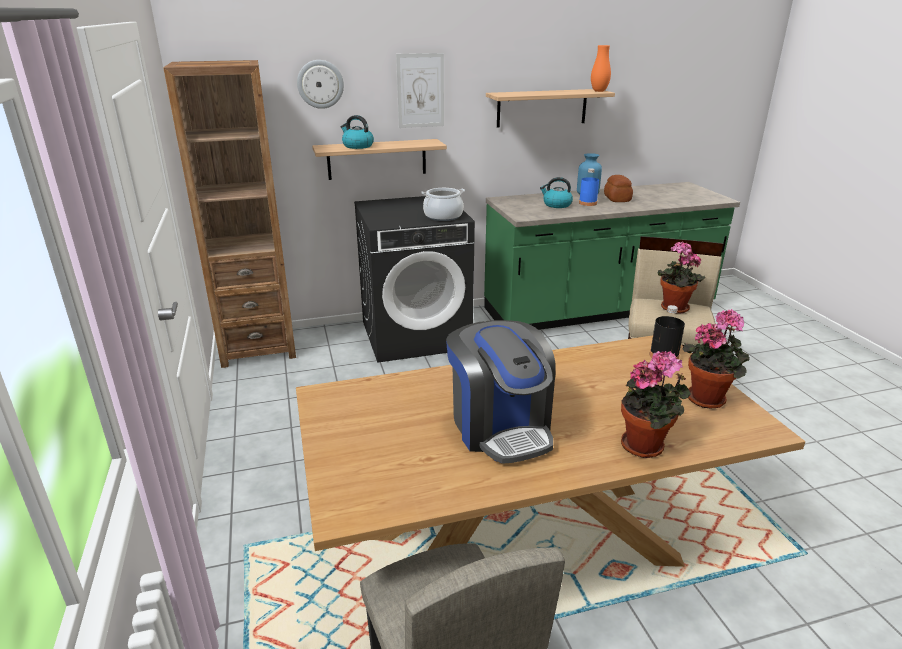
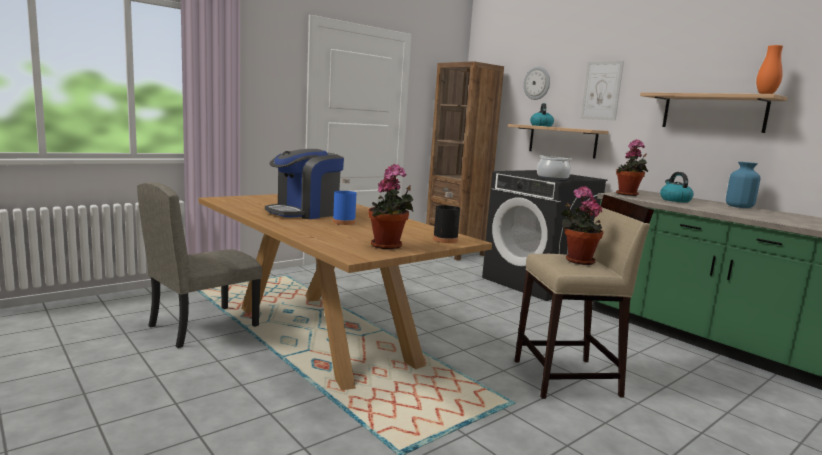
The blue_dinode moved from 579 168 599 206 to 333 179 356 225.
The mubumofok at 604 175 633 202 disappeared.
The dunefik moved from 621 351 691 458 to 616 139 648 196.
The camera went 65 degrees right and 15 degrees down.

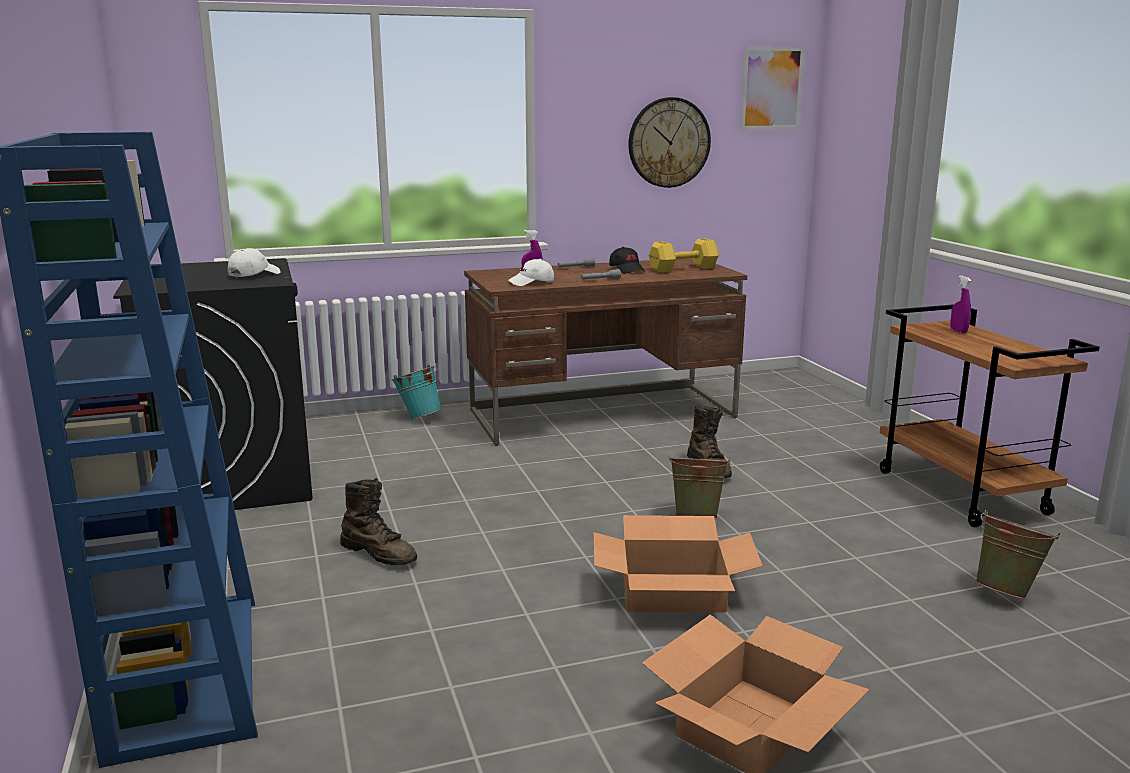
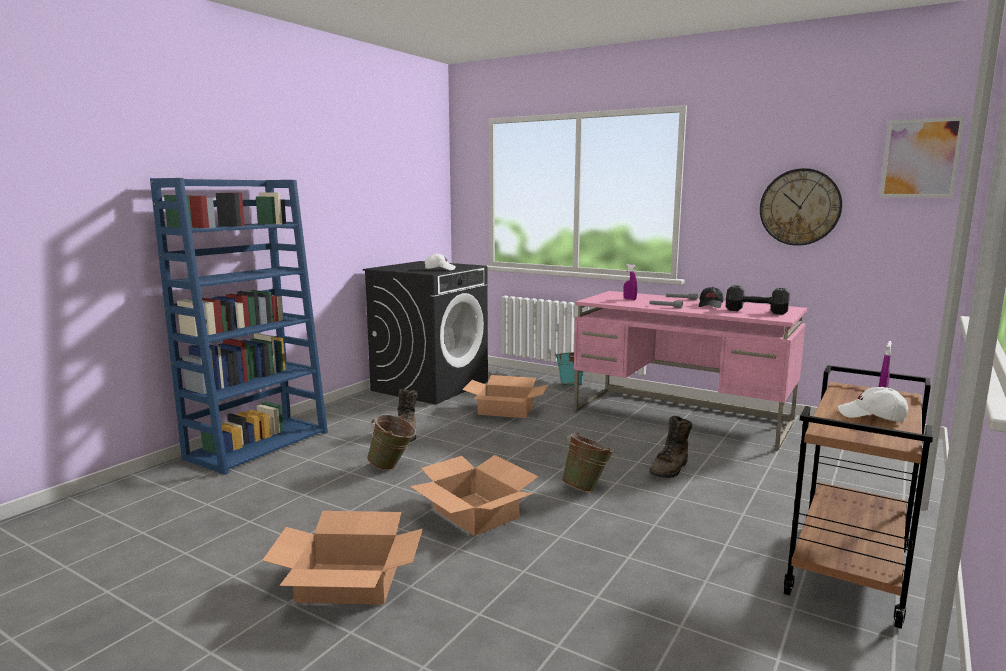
The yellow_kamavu at 649 238 719 273 became the black_kamavu at 726 285 790 315.
The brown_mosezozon at 464 258 747 446 became the pink_mosezozon at 574 291 807 451.
The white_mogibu moved from 508 259 554 286 to 838 387 908 421.
The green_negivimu moved from 975 510 1060 599 to 367 414 416 470.
The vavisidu at 462 375 549 418 appeared.
The camera went 50 degrees right and 5 degrees down.

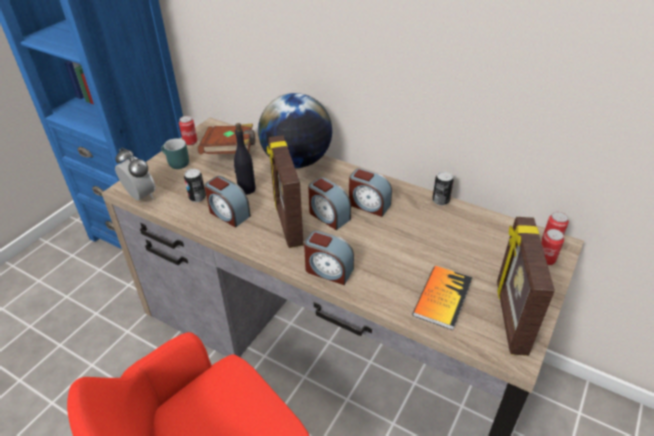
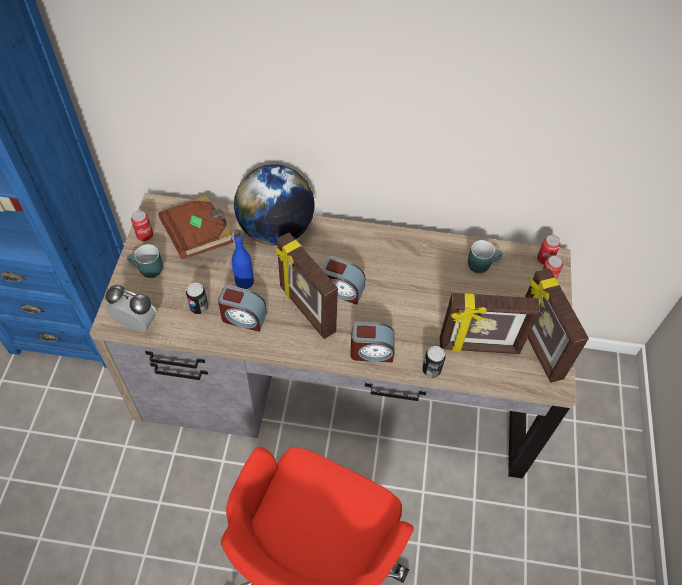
The black_dinode at 234 123 256 195 became the blue_dinode at 232 230 254 289.
The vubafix at 349 168 392 217 disappeared.
The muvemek moved from 432 171 454 206 to 422 346 446 378.
The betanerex at 412 266 472 330 was replaced by the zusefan at 440 293 540 354.
The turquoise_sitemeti at 468 240 503 273 appeared.
The camera went 25 degrees left and 15 degrees up.

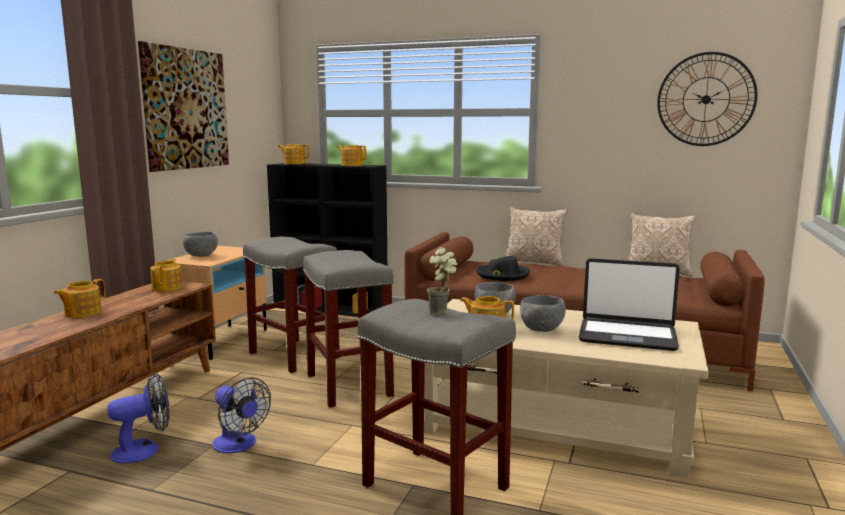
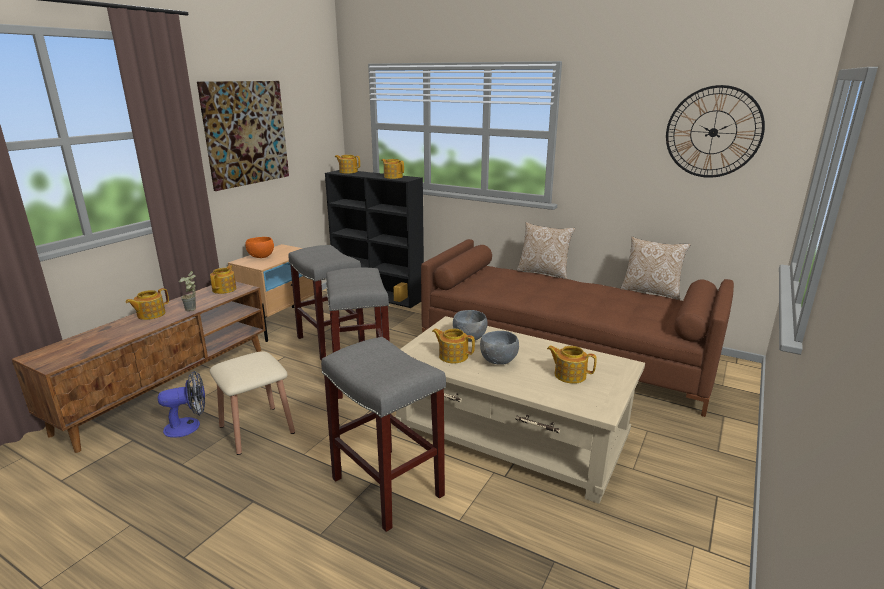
The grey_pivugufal at 183 232 218 257 became the orange_pivugufal at 245 237 274 258.
The dunefik moved from 427 247 458 315 to 179 271 196 311.
The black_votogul at 476 256 530 281 disappeared.
The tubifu at 578 258 680 351 was replaced by the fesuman at 547 346 597 384.
The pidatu at 213 377 271 453 was replaced by the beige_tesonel at 210 351 295 455.
The camera went 10 degrees right and 10 degrees up.

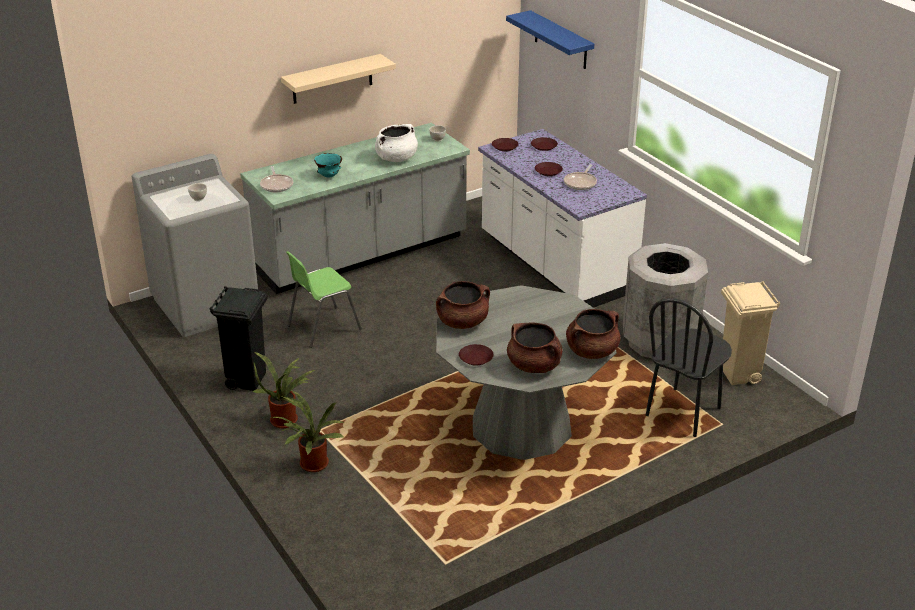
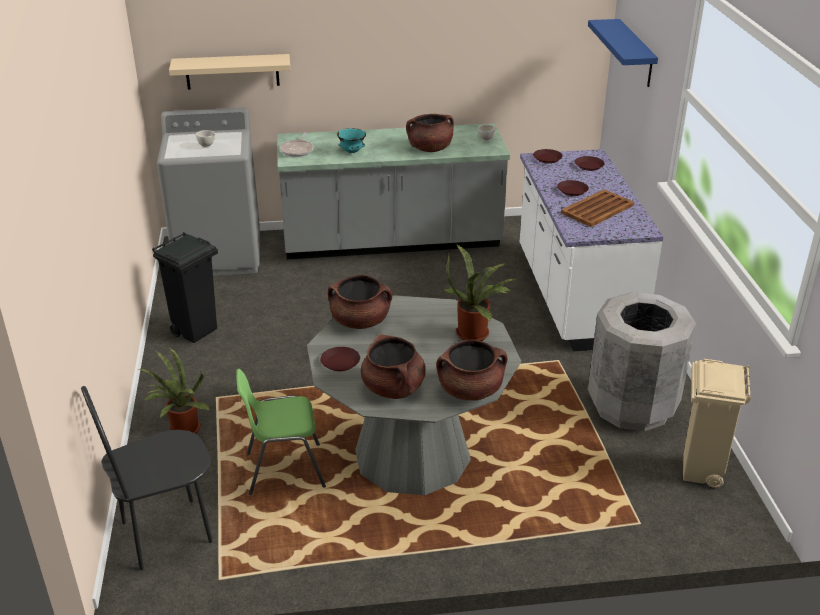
The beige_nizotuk moved from 281 54 396 104 to 169 54 290 90.
The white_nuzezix at 375 124 418 162 became the brown_nuzezix at 406 114 454 152.
The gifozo at 564 164 597 190 was replaced by the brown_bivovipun at 561 189 634 227.
The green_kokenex moved from 286 251 362 348 to 236 369 326 495.
The black_kokenex moved from 646 298 732 437 to 81 386 213 570.
The dunefik moved from 252 352 315 428 to 444 244 516 341.
The camera went 25 degrees right and 0 degrees up.

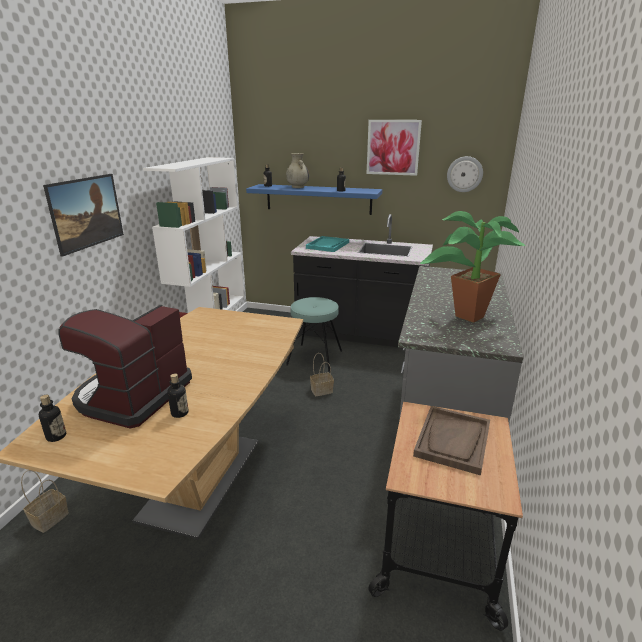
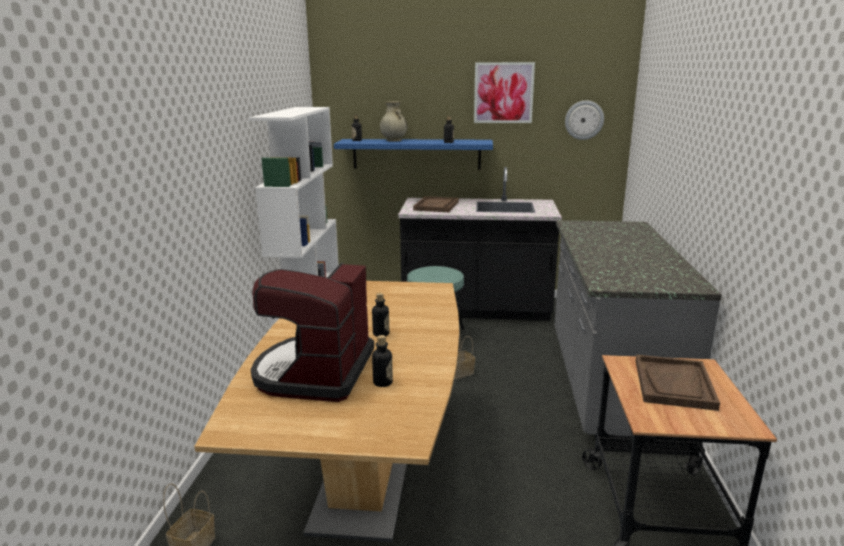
The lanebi at 43 174 124 257 disappeared.
The dunefik at 420 211 525 323 disappeared.
The turquoise_bivovipun at 306 236 349 252 became the brown_bivovipun at 413 196 459 212.
The dinode moved from 39 395 66 442 to 372 293 389 337.
The camera went 10 degrees left and 5 degrees down.

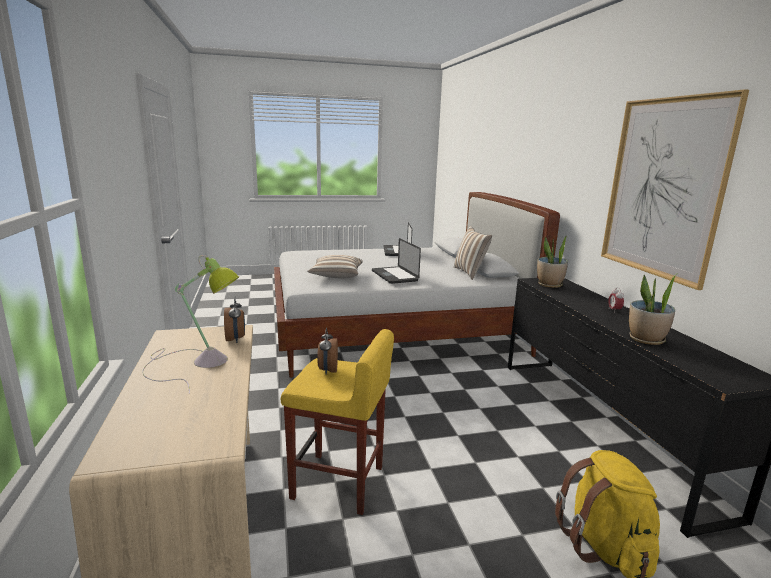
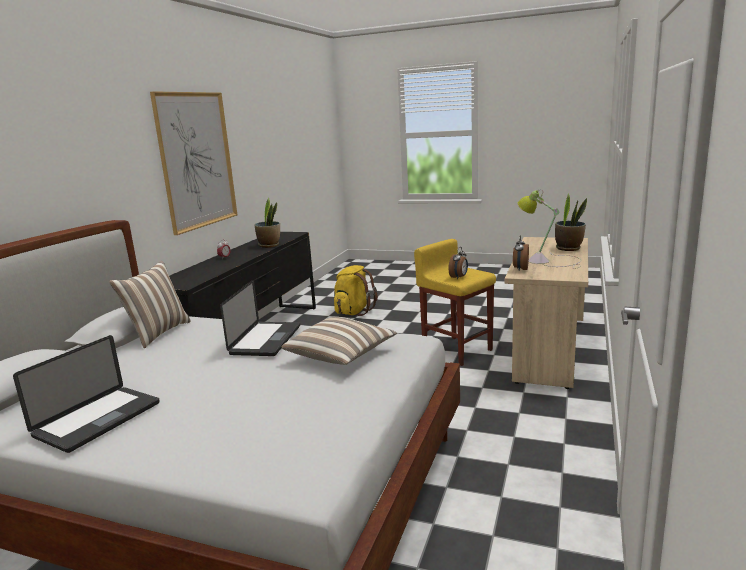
The dunefik moved from 537 234 568 288 to 555 193 587 251.
The camera went 145 degrees left and 0 degrees up.

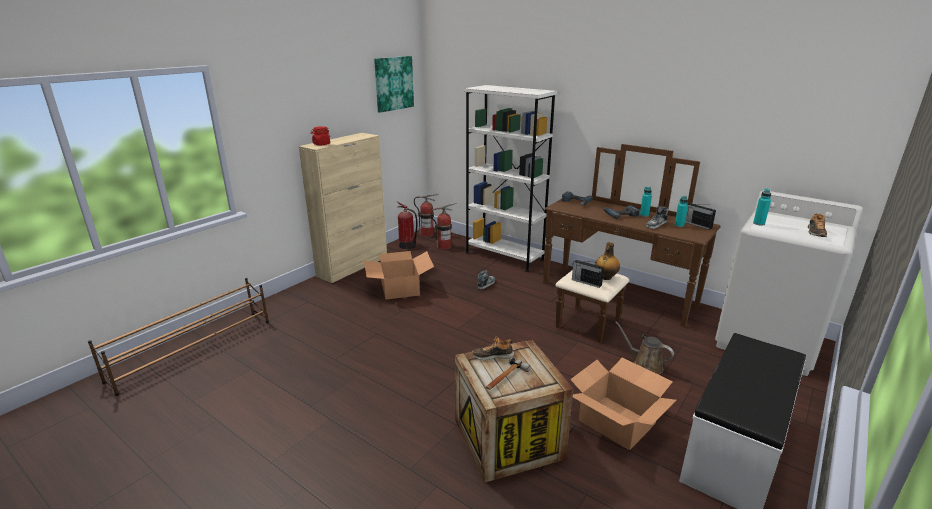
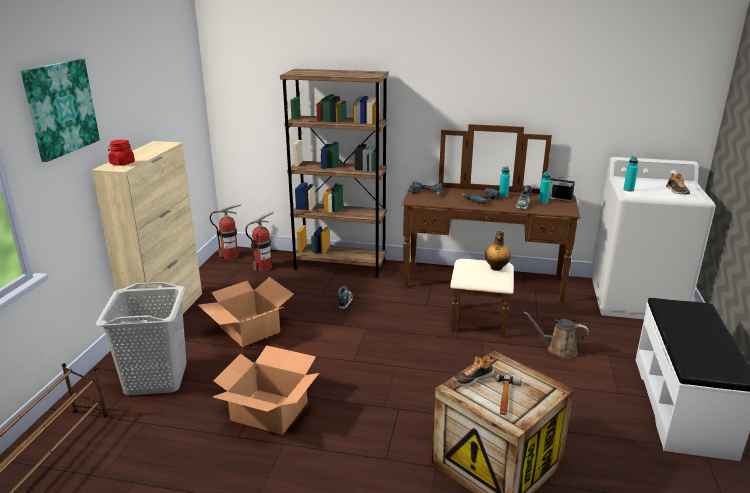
The lanebi moved from 374 56 414 113 to 21 59 100 162.
The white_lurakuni at 464 85 558 272 became the brown_lurakuni at 280 69 389 278.
The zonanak at 397 201 417 249 disappeared.
The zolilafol at 572 260 604 288 disappeared.
The vavisidu moved from 570 358 676 450 to 213 345 319 435.
The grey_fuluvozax at 96 282 187 395 appeared.
The camera went 25 degrees left and 0 degrees up.

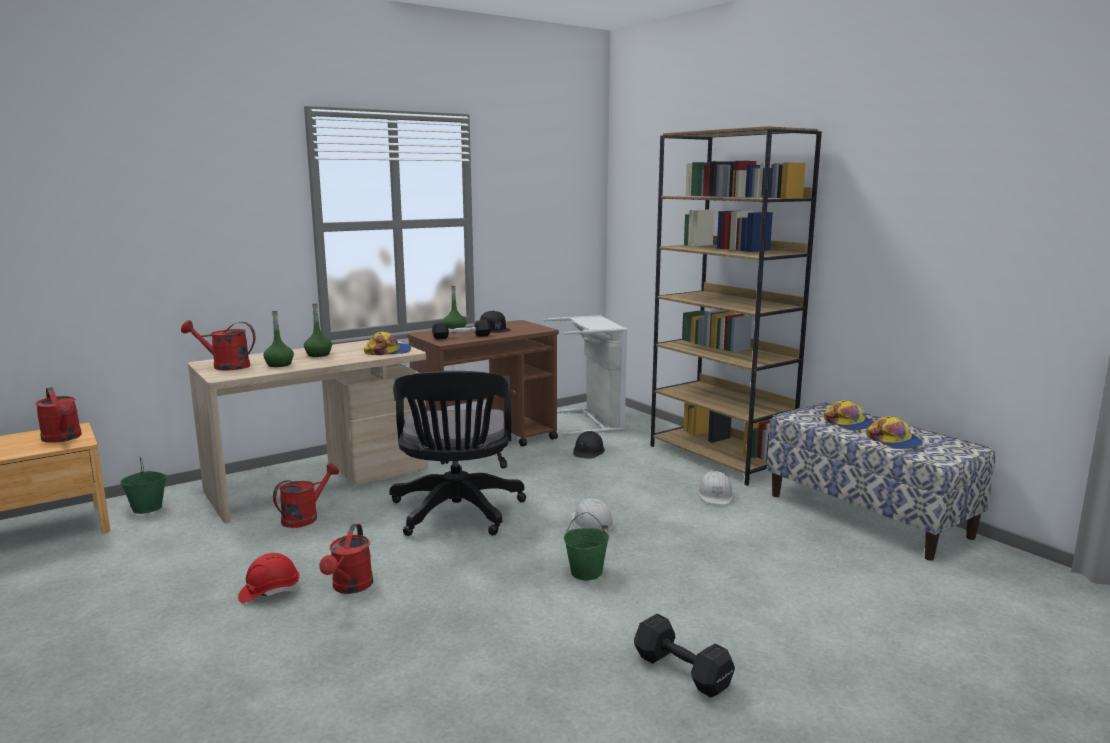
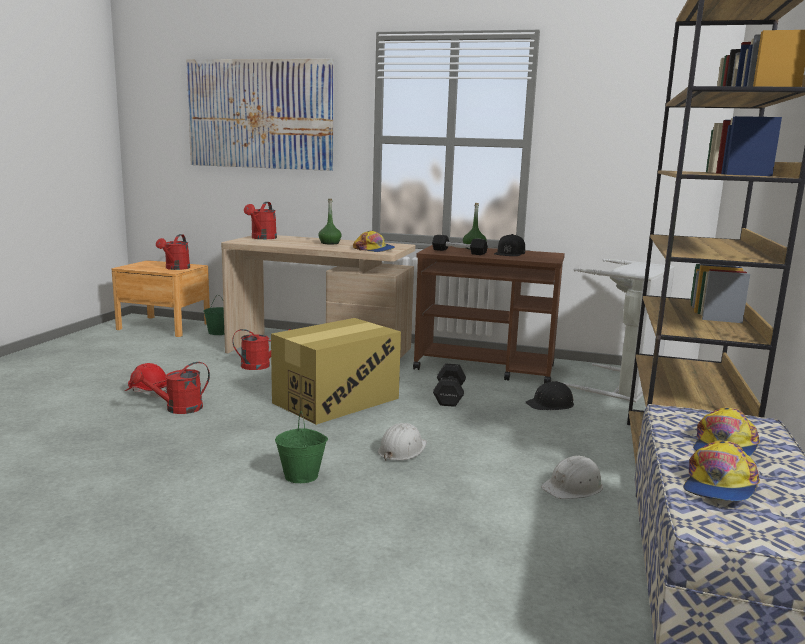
The green_dinode at 263 311 294 367 disappeared.
The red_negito at 181 320 256 371 turned 135 degrees counterclockwise.
The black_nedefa at 389 371 526 536 was replaced by the vavisidu at 271 318 401 425.
The black_kamavu moved from 634 614 735 698 to 433 363 466 407.
The lanebi at 186 59 334 171 appeared.
The camera went 50 degrees right and 0 degrees up.

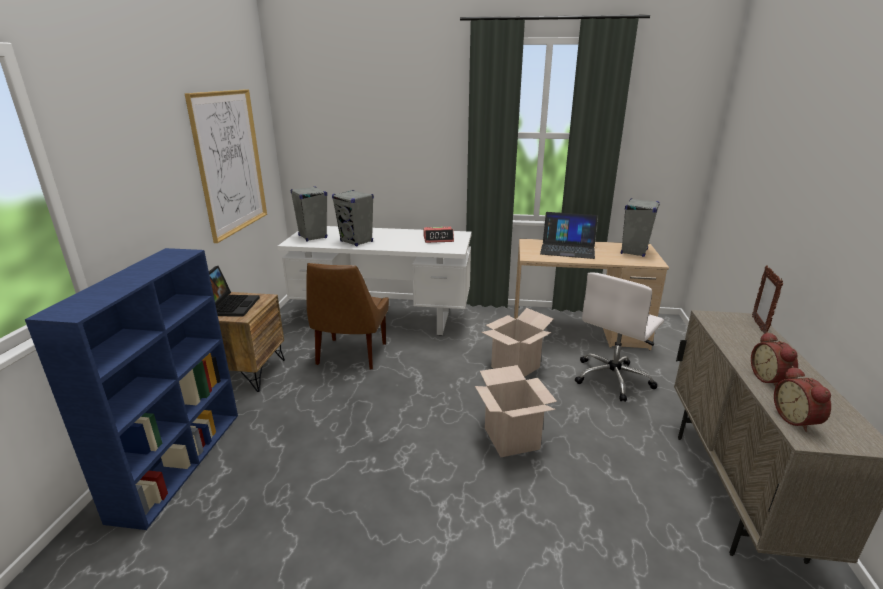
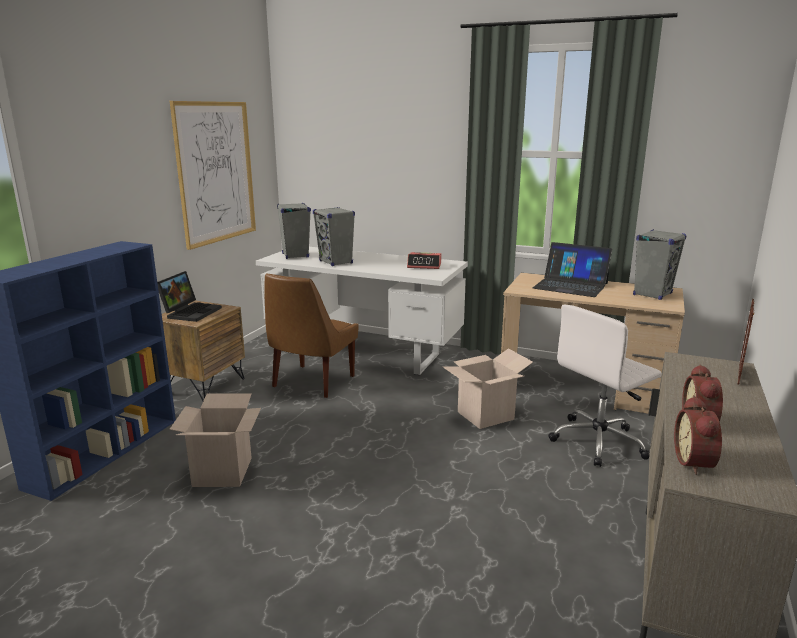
The vavisidu moved from 475 365 557 457 to 169 393 261 487.
The camera went 15 degrees right and 5 degrees down.

